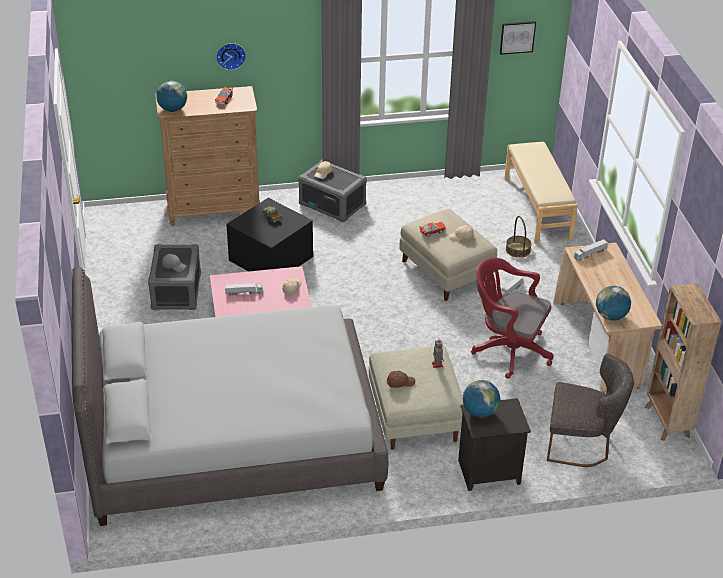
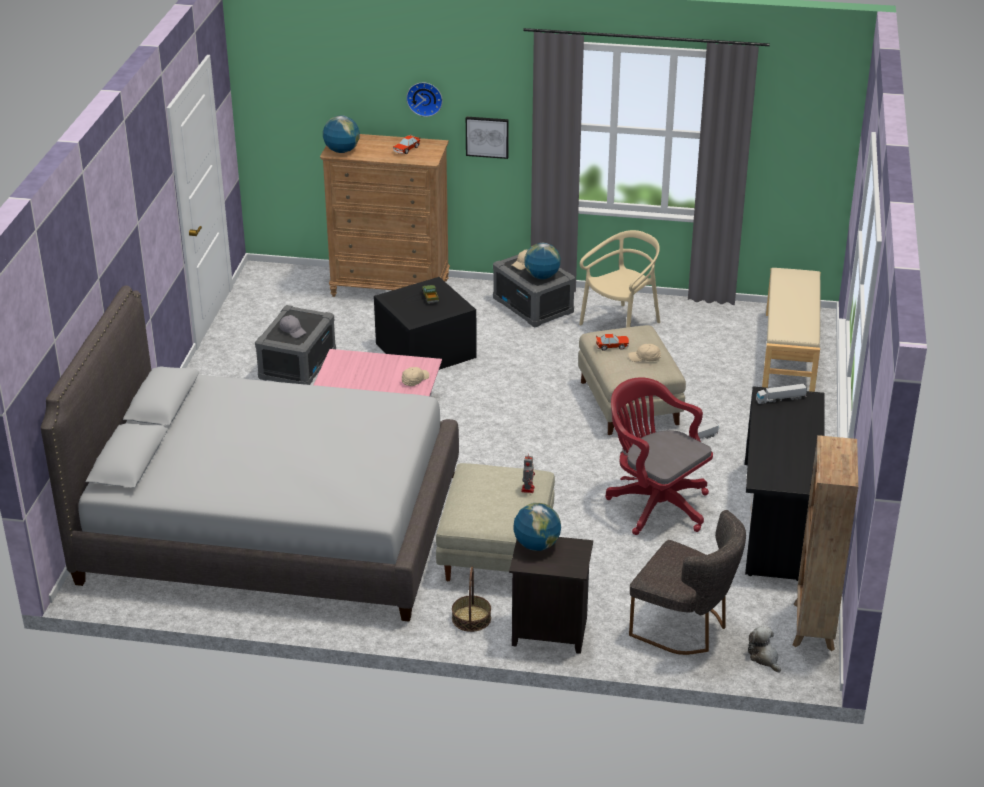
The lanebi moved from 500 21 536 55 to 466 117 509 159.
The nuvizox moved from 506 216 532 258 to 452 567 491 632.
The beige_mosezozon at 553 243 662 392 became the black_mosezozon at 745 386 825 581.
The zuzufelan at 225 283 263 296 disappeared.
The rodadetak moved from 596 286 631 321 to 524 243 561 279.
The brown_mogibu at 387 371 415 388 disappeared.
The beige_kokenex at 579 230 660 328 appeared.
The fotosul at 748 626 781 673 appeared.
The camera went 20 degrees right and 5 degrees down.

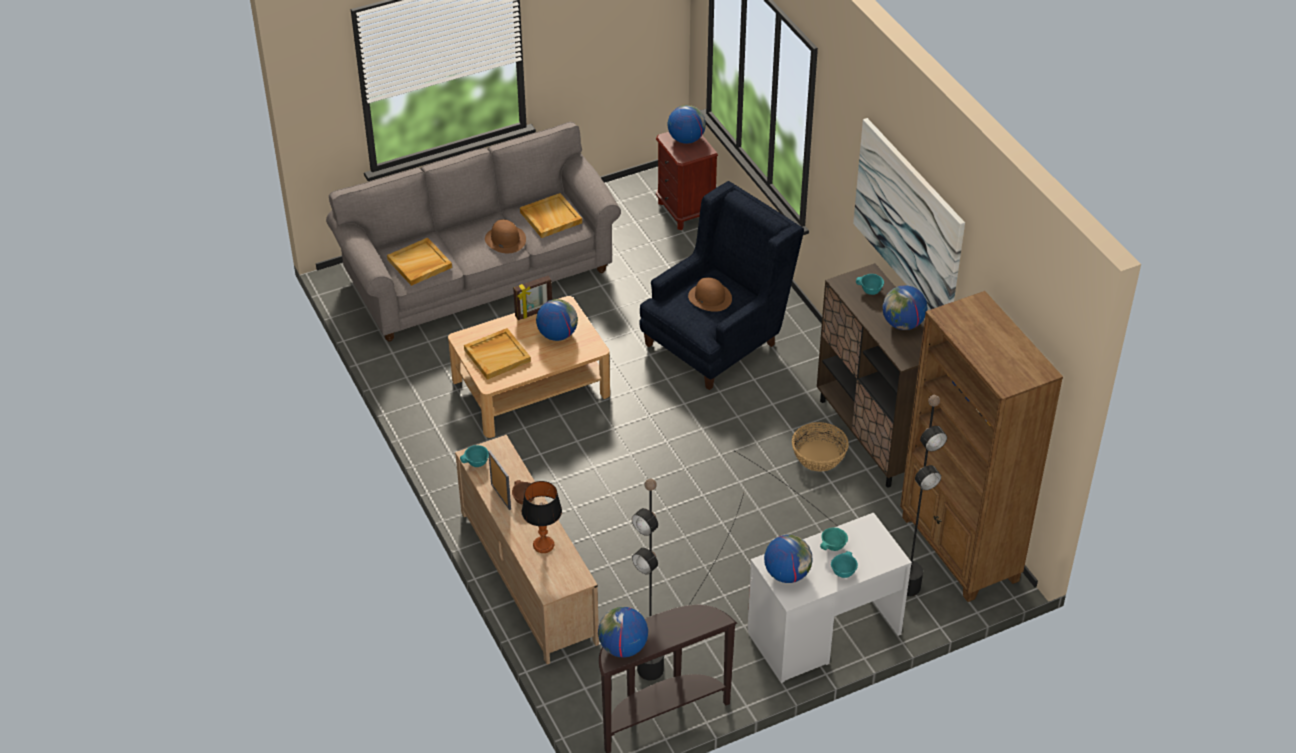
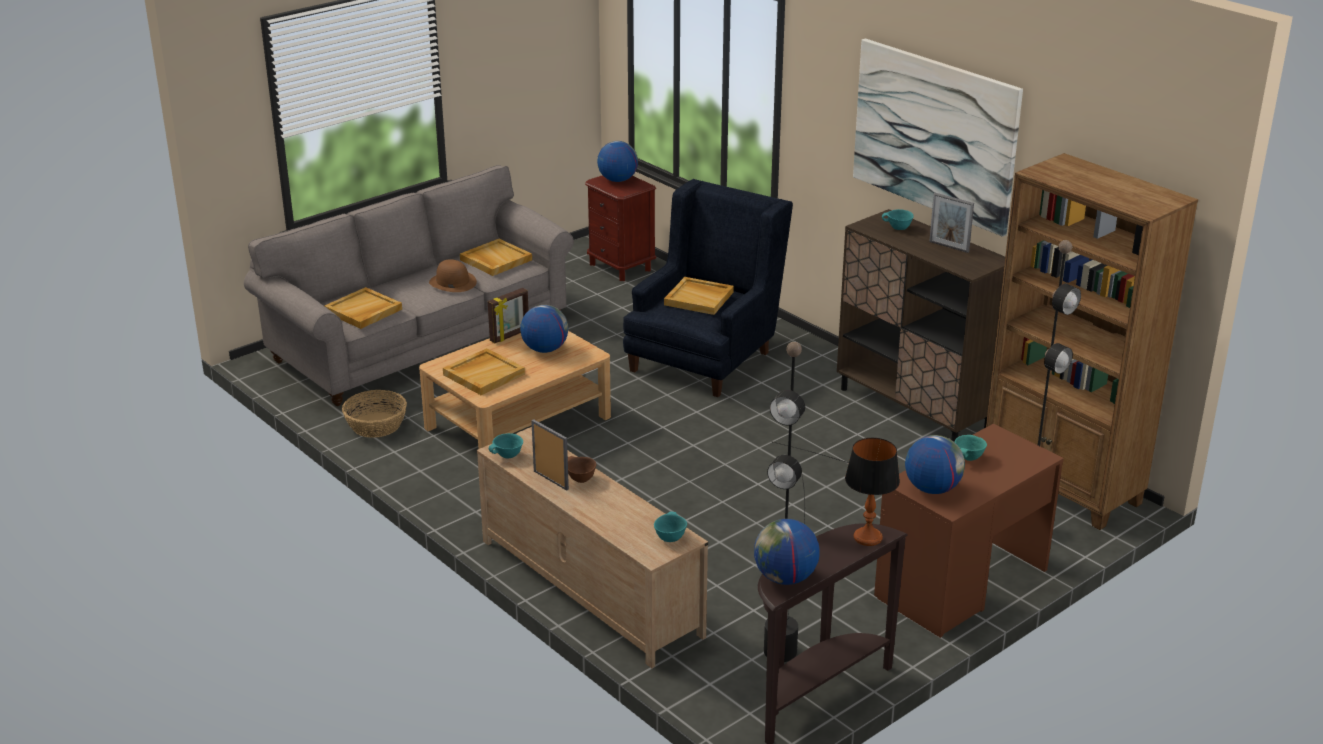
The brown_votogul at 688 277 732 312 was replaced by the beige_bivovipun at 664 277 734 315.
The rodadetak at 882 285 928 330 was replaced by the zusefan at 929 193 974 253.
The nuvizox moved from 792 422 849 472 to 342 390 407 438.
The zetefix moved from 522 481 562 553 to 845 438 900 546.
The white_mosezozon at 747 512 912 683 became the brown_mosezozon at 874 424 1064 638.
The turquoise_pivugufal moved from 831 551 858 578 to 654 512 687 542.
The camera went 15 degrees left and 15 degrees down.

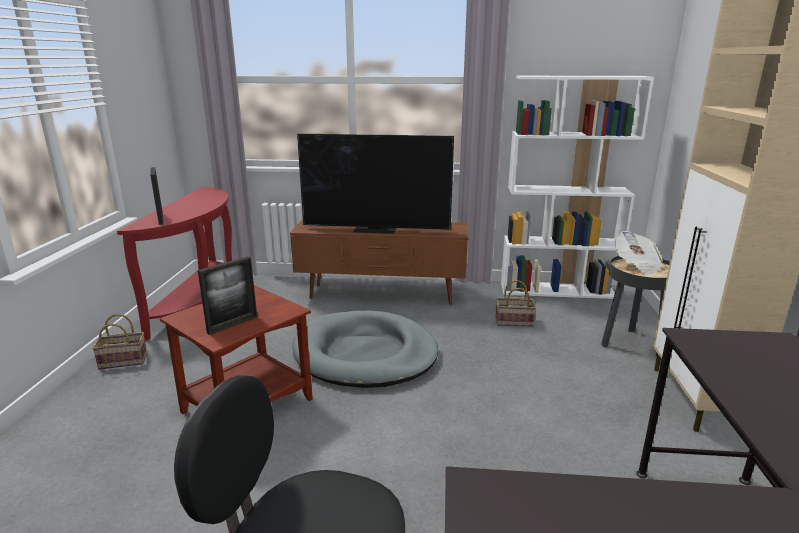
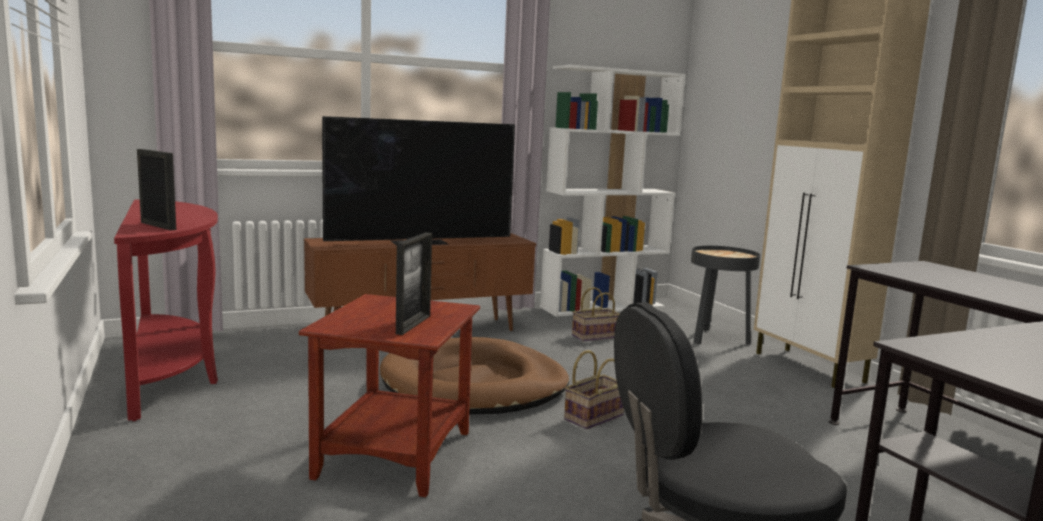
The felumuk at 614 231 665 275 disappeared.
The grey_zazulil at 292 311 438 388 became the brown_zazulil at 380 337 569 415.
The nuvizox moved from 92 314 147 370 to 564 350 624 429.
The camera went 30 degrees left and 10 degrees down.

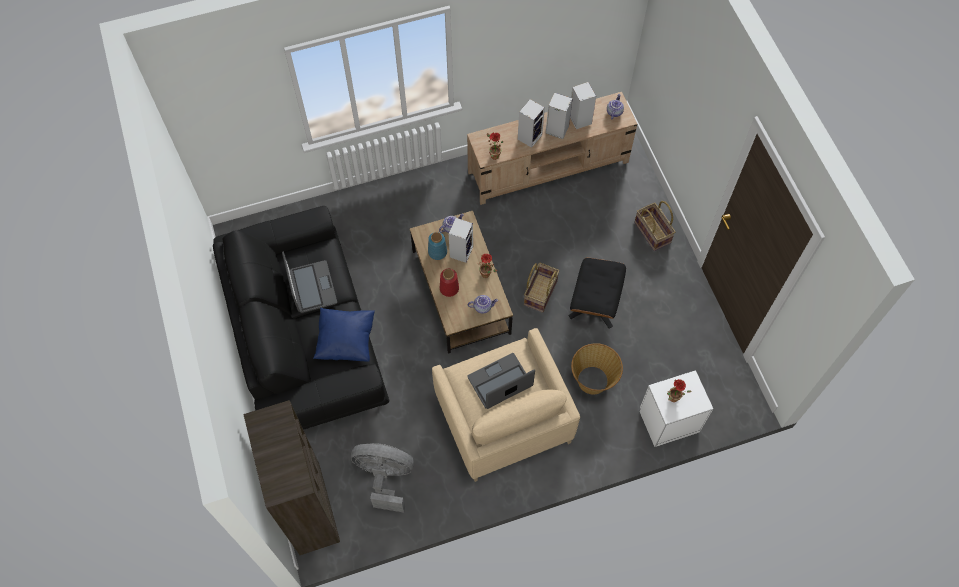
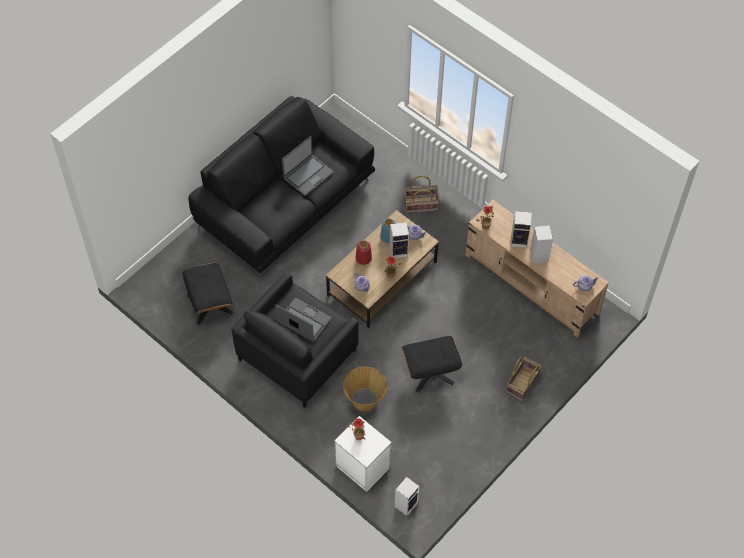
The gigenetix moved from 570 82 596 129 to 395 477 420 516.
The nuvizox moved from 524 263 560 313 to 404 176 440 213.
The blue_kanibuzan at 313 308 375 362 disappeared.
The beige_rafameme at 432 328 580 482 became the black_rafameme at 231 272 359 408.
The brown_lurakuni at 243 400 340 555 disappeared.
The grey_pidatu at 351 443 414 512 was replaced by the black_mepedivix at 183 263 233 325.
The camera went 60 degrees right and 5 degrees down.

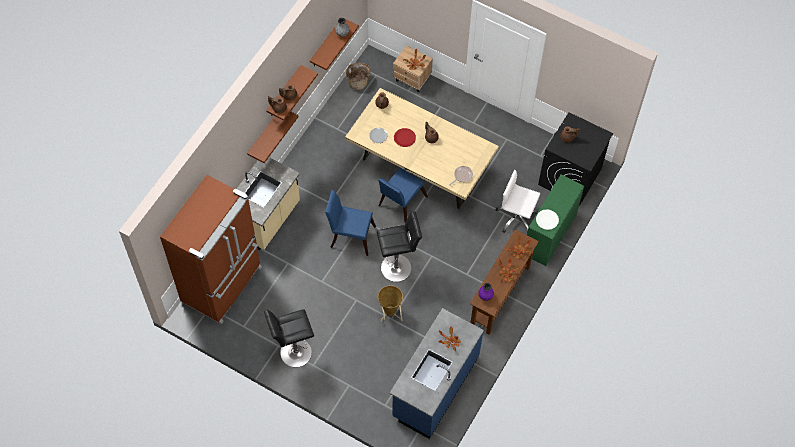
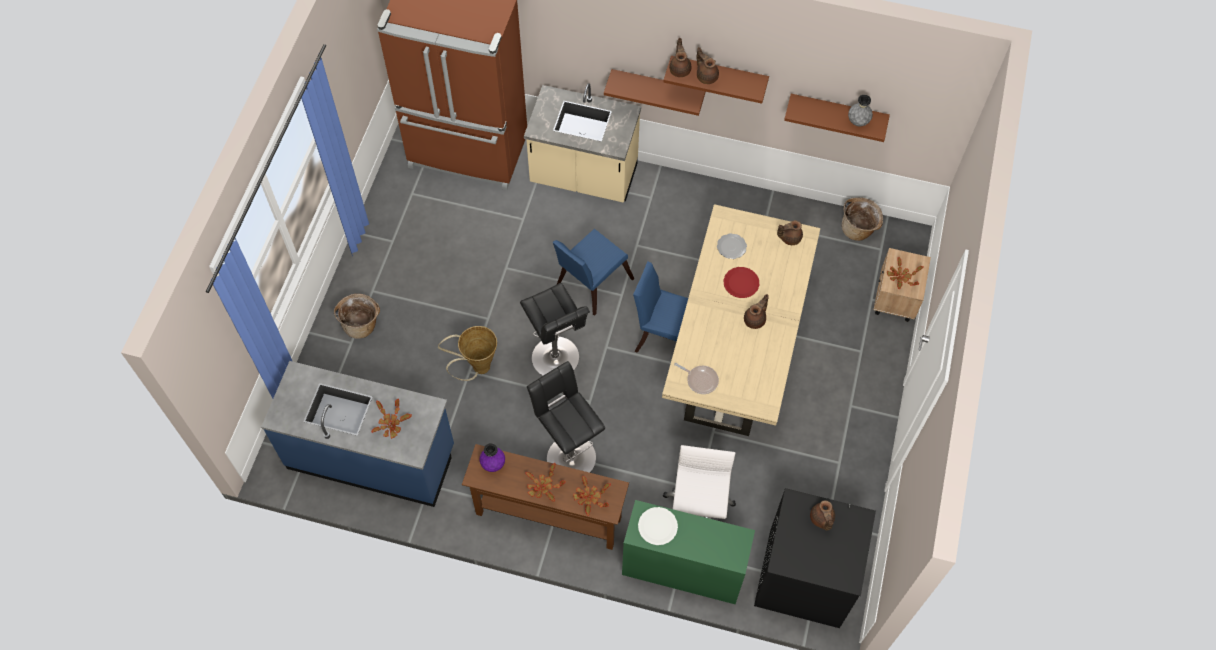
The blue_kokenex at 325 190 376 256 turned 135 degrees counterclockwise.
The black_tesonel moved from 264 309 314 367 to 527 361 605 473.
The nuvizox at 334 294 380 339 appeared.
The camera went 75 degrees right and 0 degrees up.

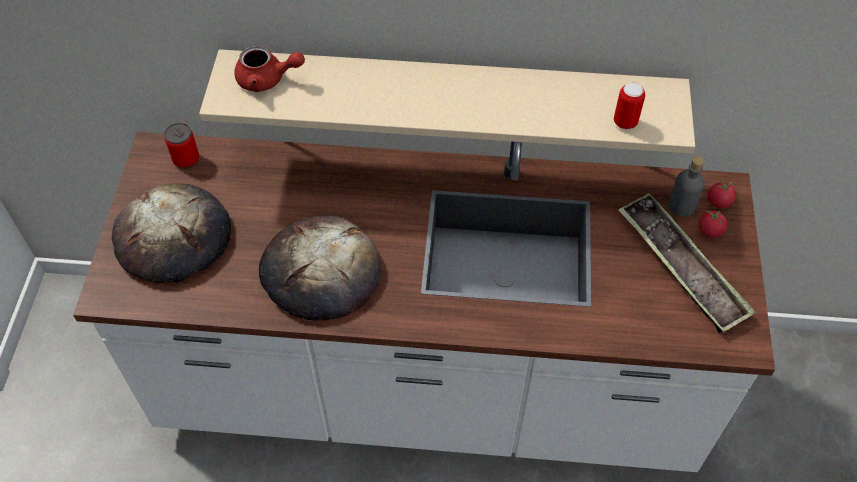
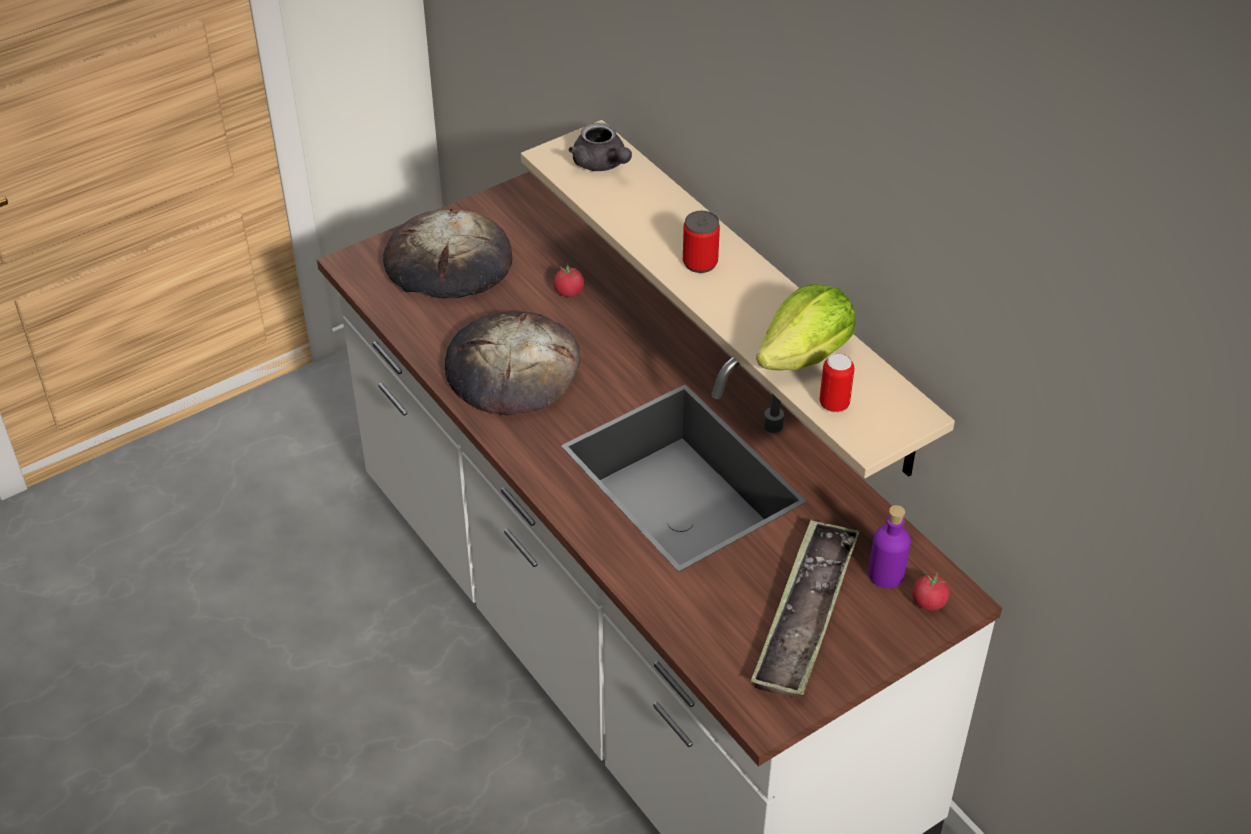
The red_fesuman at 234 46 305 92 became the grey_fesuman at 569 123 632 171.
The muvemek moved from 164 123 199 169 to 683 211 720 273.
The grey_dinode at 668 156 705 217 became the purple_dinode at 868 505 911 588.
The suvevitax moved from 698 210 727 238 to 553 263 584 297.
The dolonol at 756 284 856 371 appeared.
The camera went 50 degrees right and 10 degrees down.

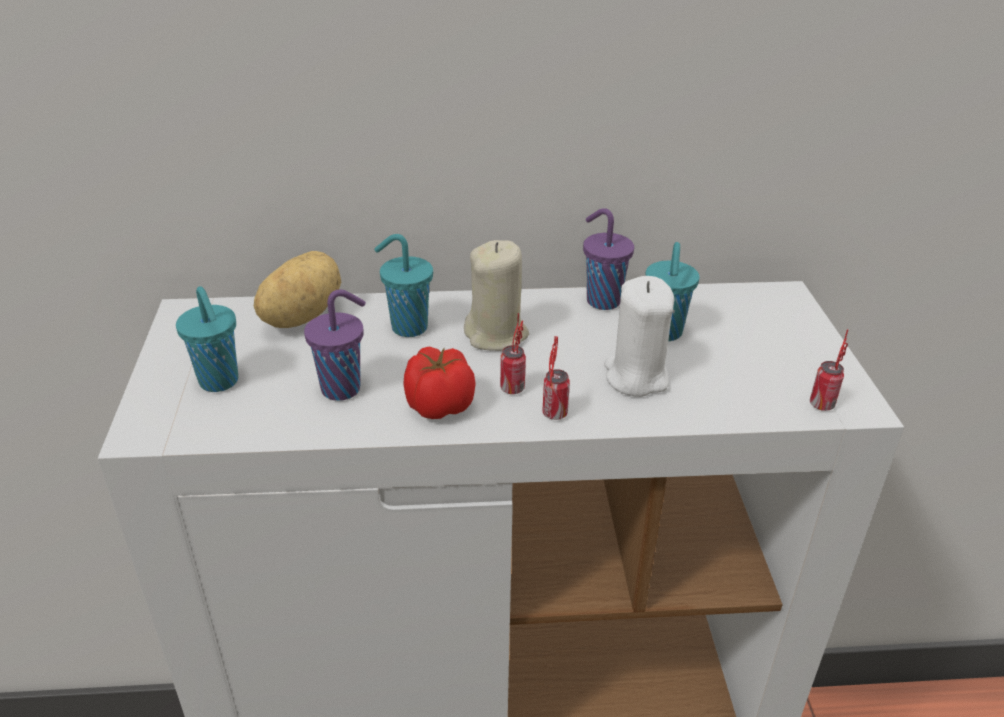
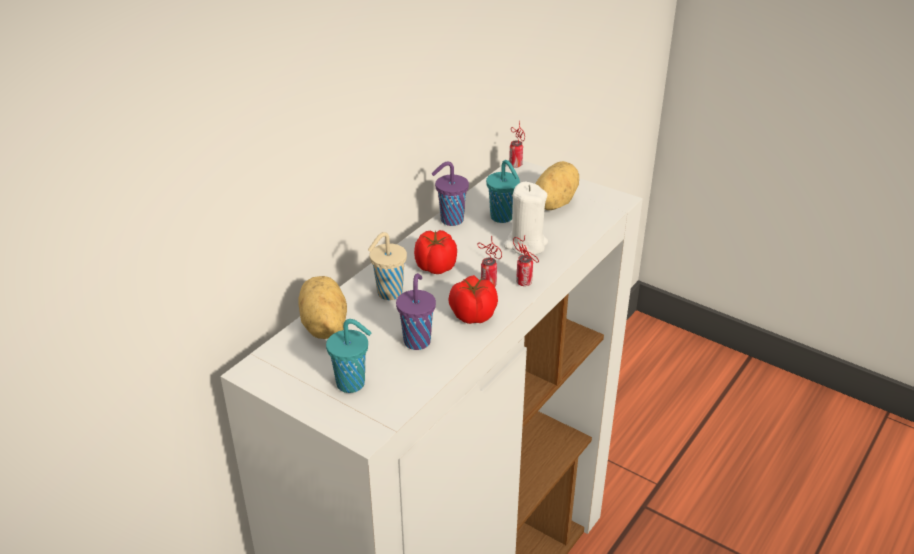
The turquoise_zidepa at 374 234 433 337 became the beige_zidepa at 368 232 407 300.
The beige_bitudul at 464 240 529 351 was replaced by the suvevitax at 414 230 457 274.
The muvemek moved from 810 329 848 411 to 509 120 525 168.
The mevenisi at 536 161 579 210 appeared.
The camera went 50 degrees left and 0 degrees up.

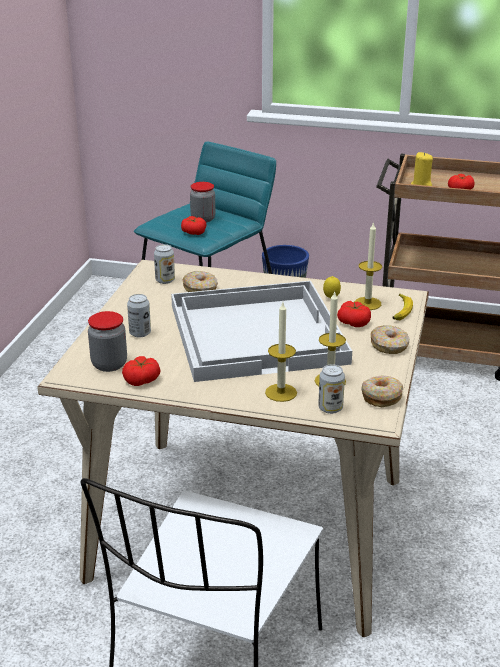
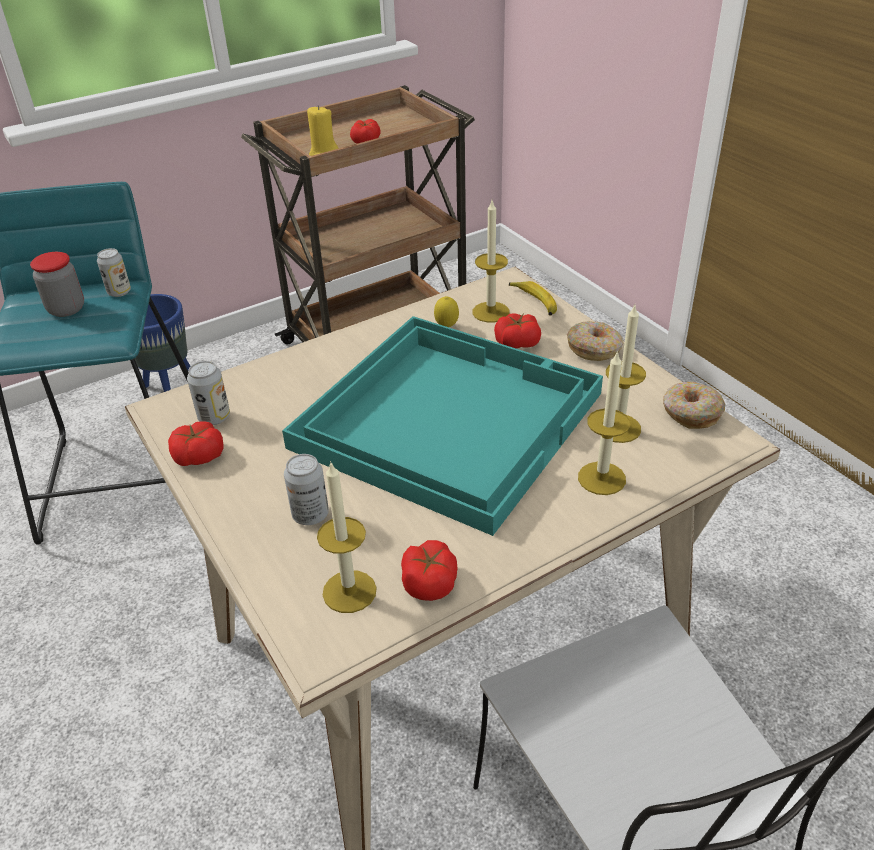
The suvevitax moved from 181 216 207 235 to 168 421 224 466.
The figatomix at 183 271 218 292 disappeared.
The white_bivovipun at 171 281 352 382 became the turquoise_bivovipun at 282 316 603 536.
The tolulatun at 88 311 127 372 was replaced by the bitudul at 317 461 377 613.
The muvemek moved from 318 364 345 414 to 97 248 131 297.
The camera went 45 degrees left and 10 degrees up.

